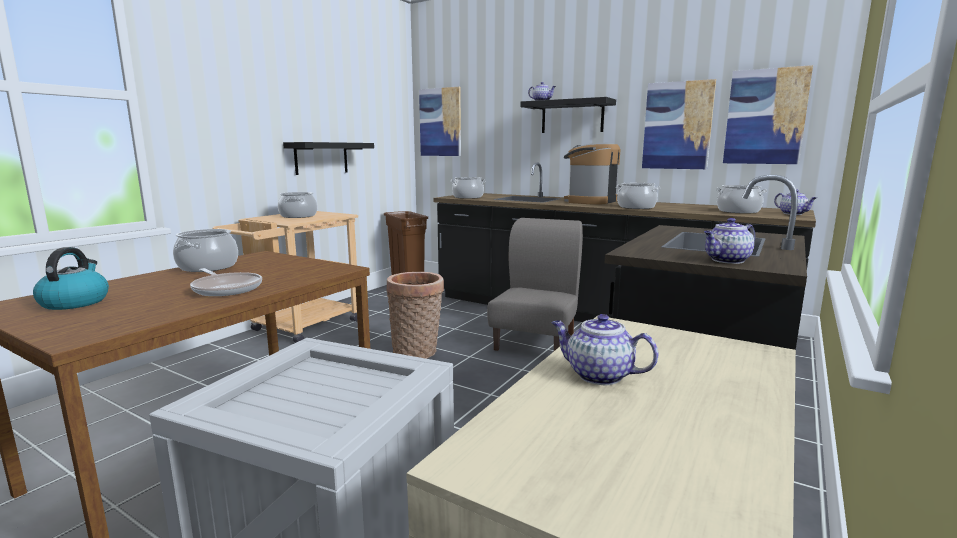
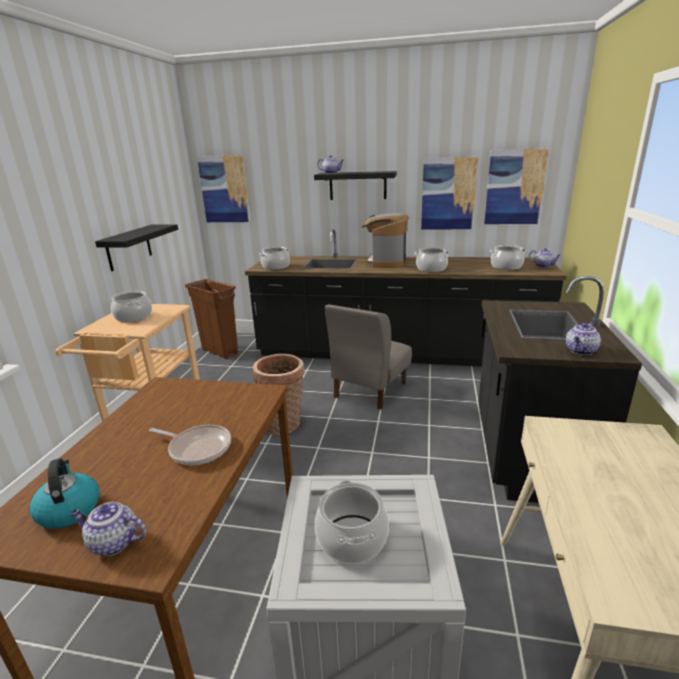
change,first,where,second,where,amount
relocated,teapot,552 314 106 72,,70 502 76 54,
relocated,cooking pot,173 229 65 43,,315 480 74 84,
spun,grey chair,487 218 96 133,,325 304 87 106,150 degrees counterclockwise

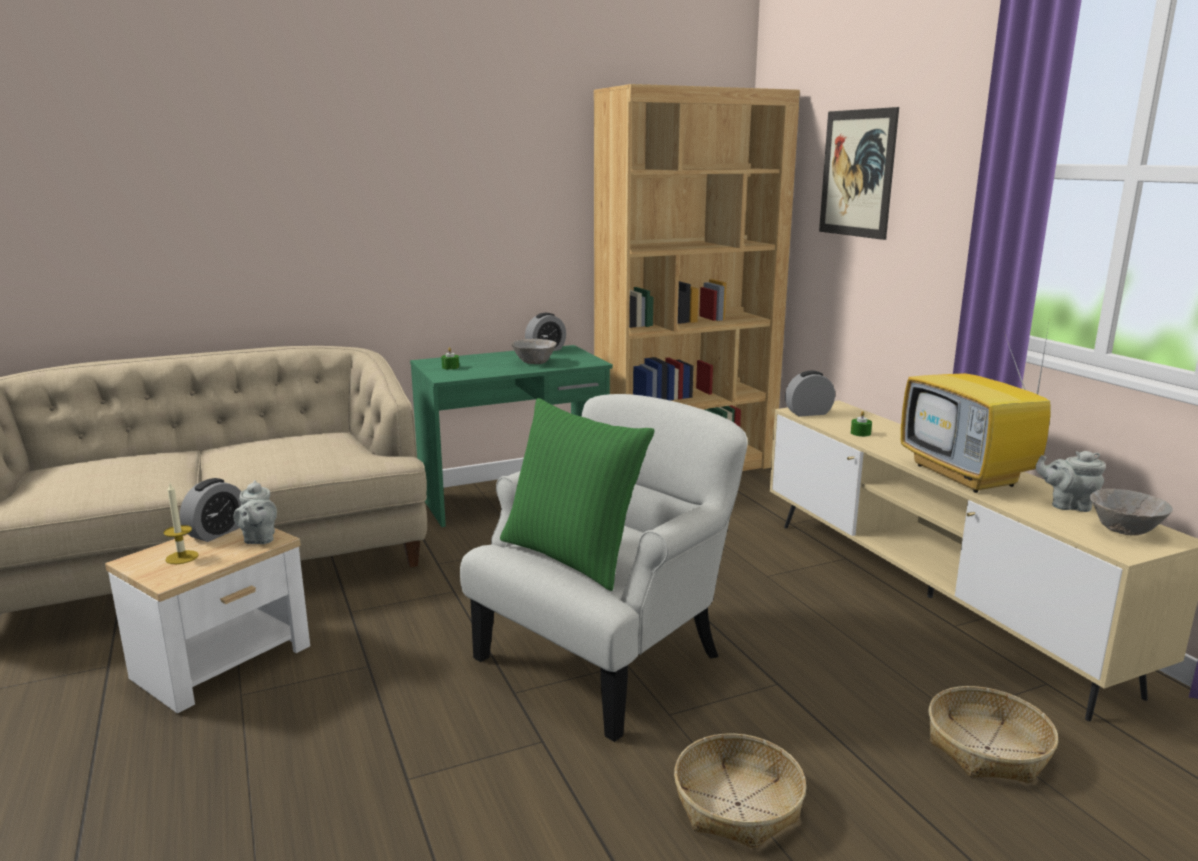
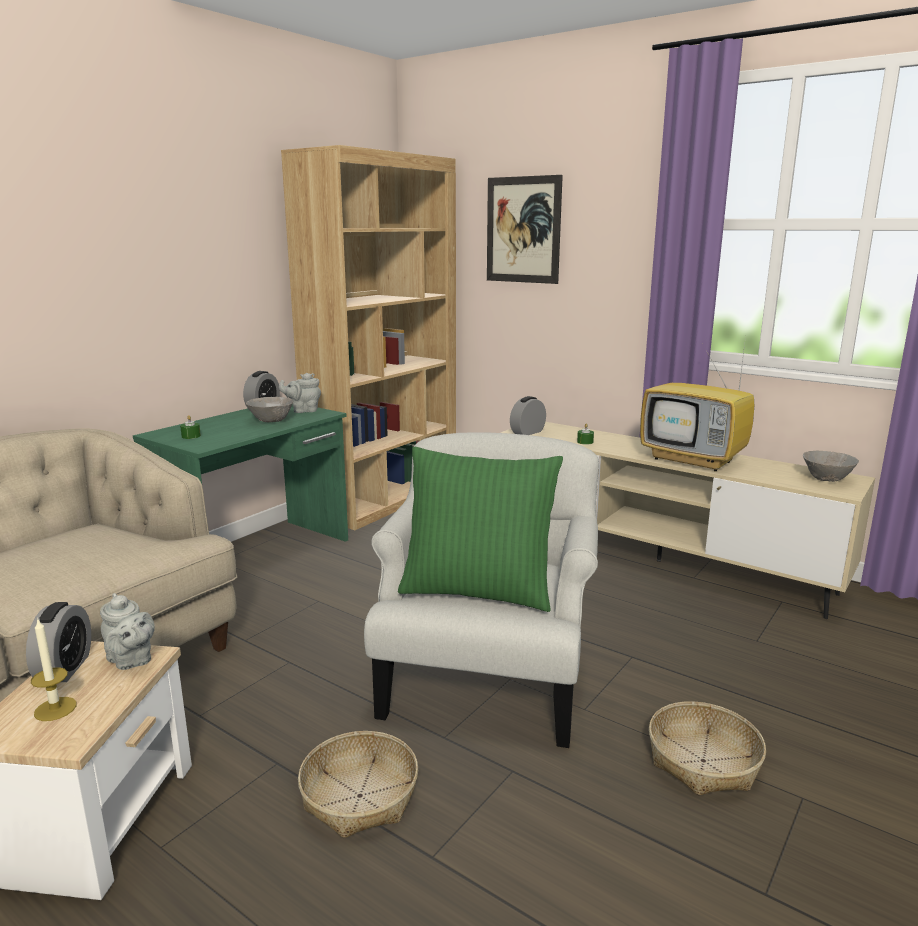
change,first,where,second,where,amount
relocated,grey teapot,1036 451 70 61,,279 373 42 40,
relocated,basket,928 686 130 97,,298 731 120 107,

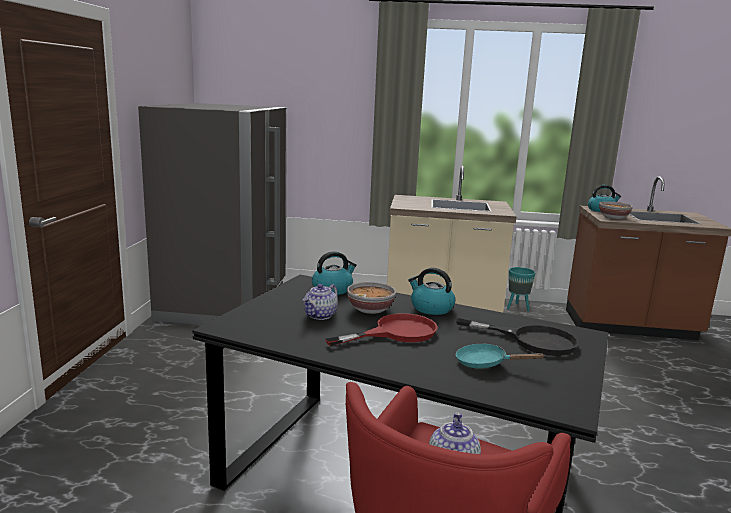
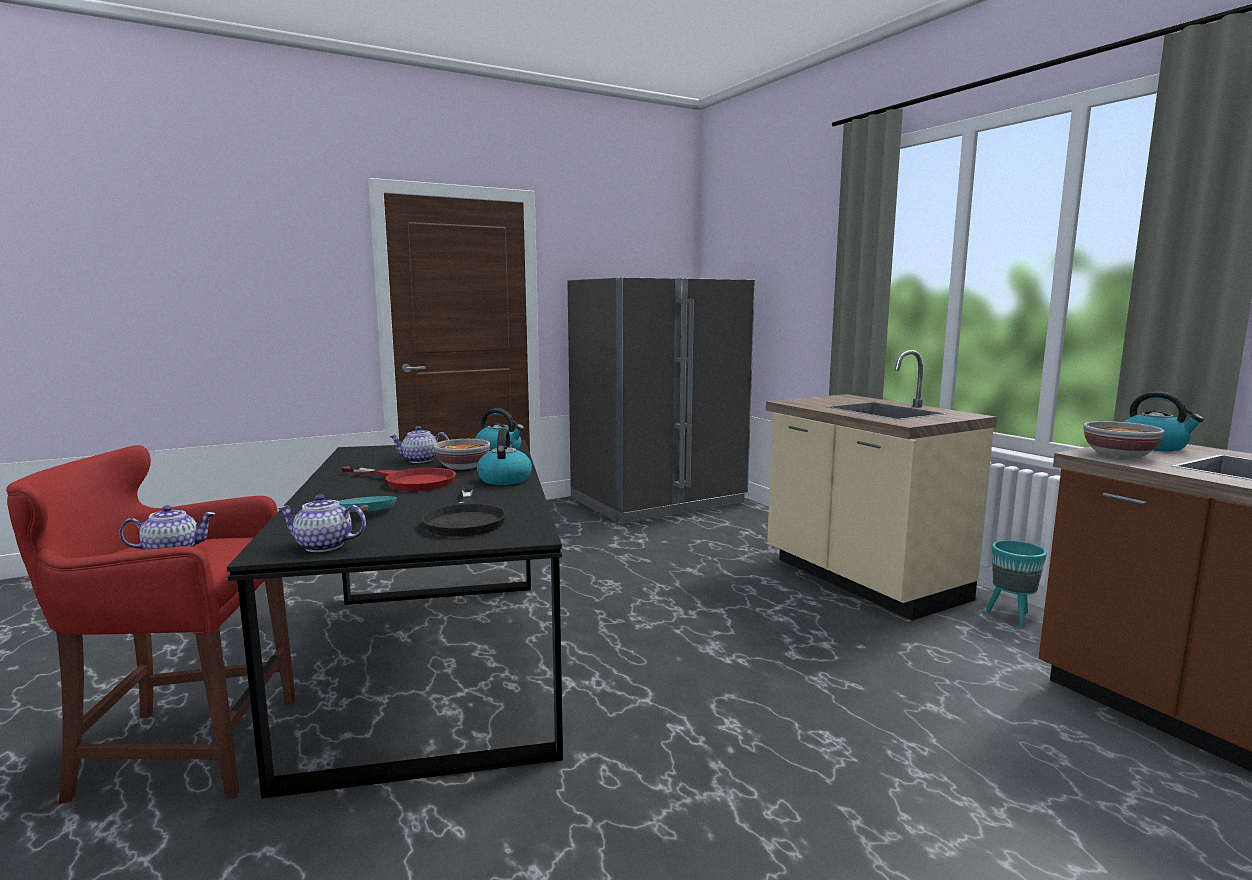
change,first,where,second,where,amount
appeared,,,teapot,278 494 88 58,

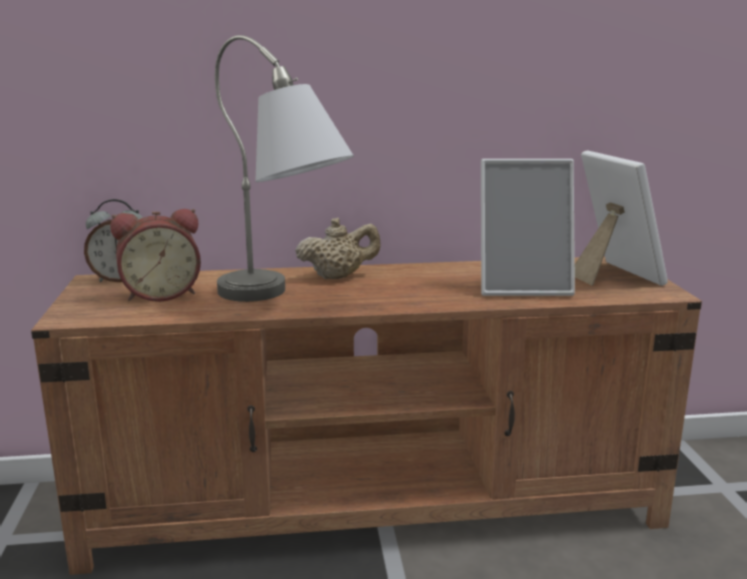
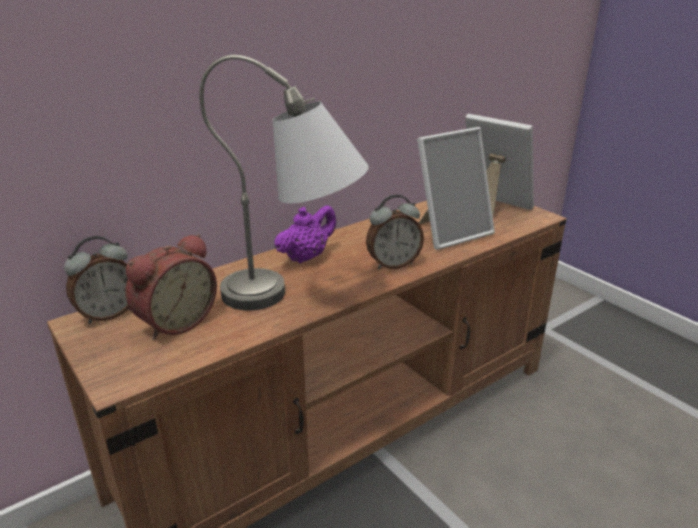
change,first,where,second,where,amount
colour,beige teapot,295 218 85 61,purple teapot,274 205 62 58,
appeared,,,alarm clock,366 195 58 74,

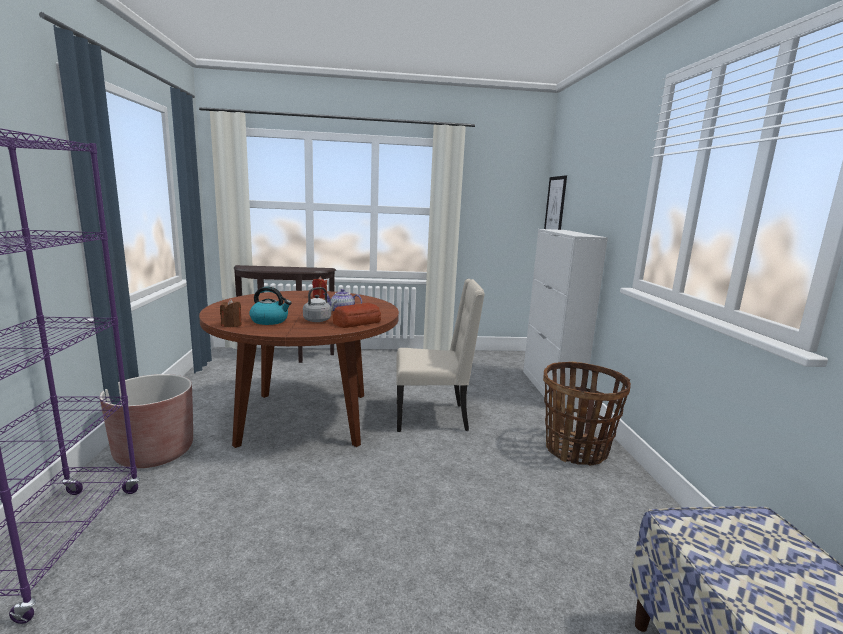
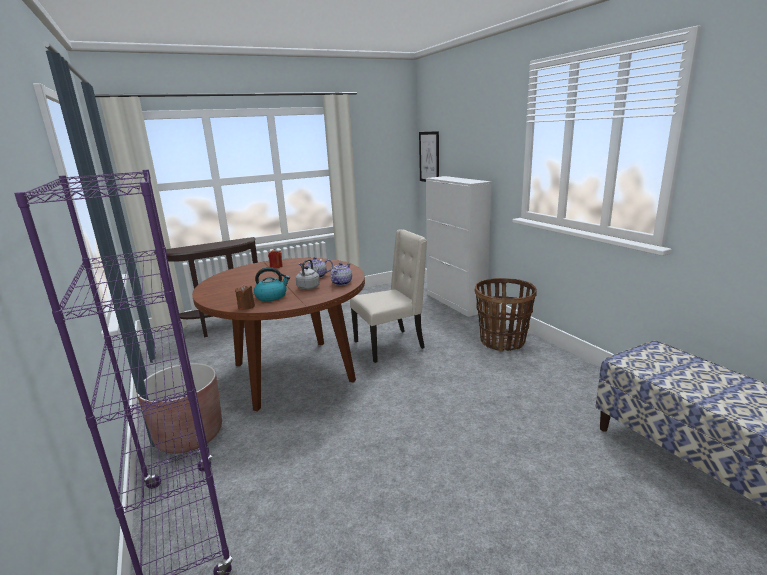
change,first,where,second,where,amount
exchanged,bread,333 303 48 25,teapot,330 263 22 22,

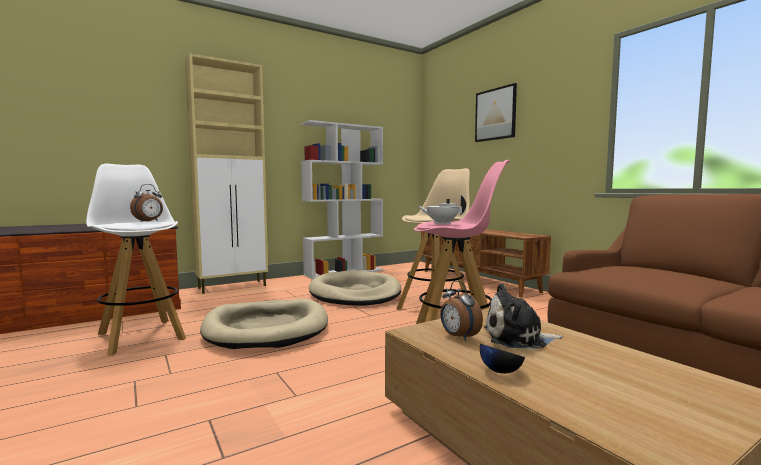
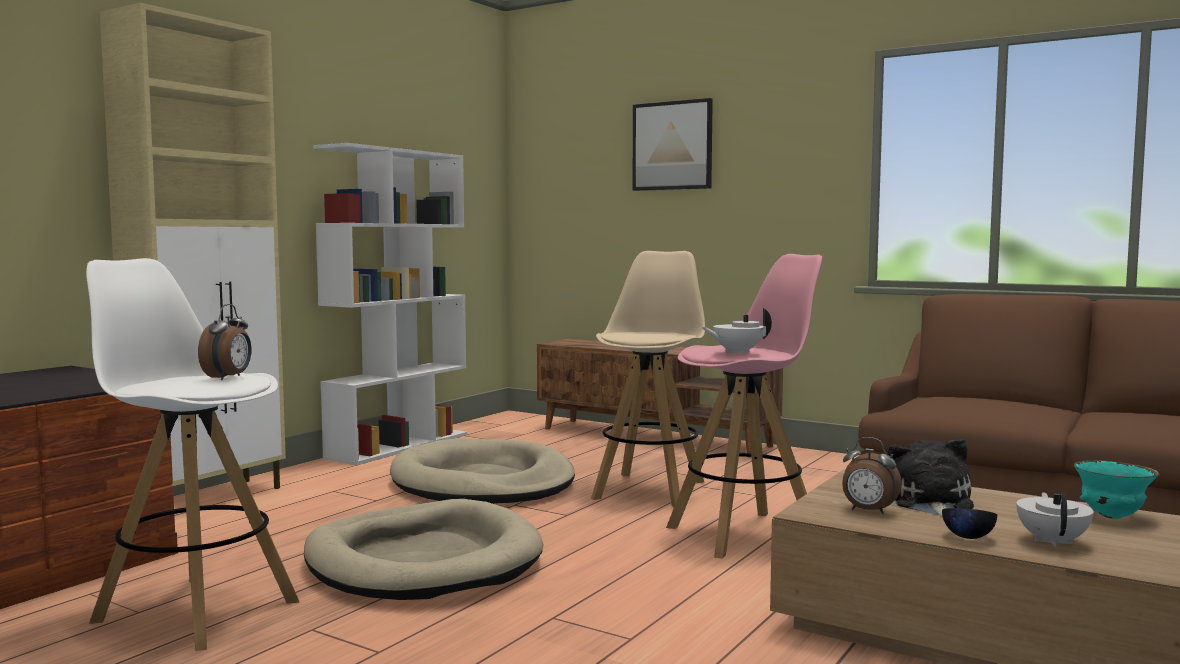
change,first,where,second,where,amount
spun,plush toy,484 283 79 65,,888 438 86 80,120 degrees clockwise
appeared,,,white teapot,1016 492 78 55,
appeared,,,turquoise bowl,1074 460 85 59,

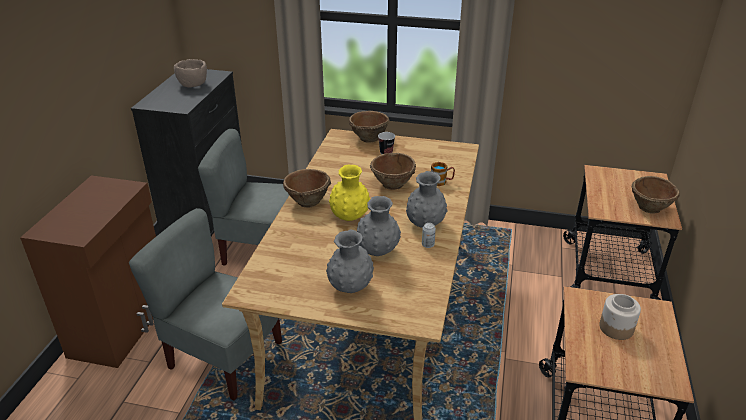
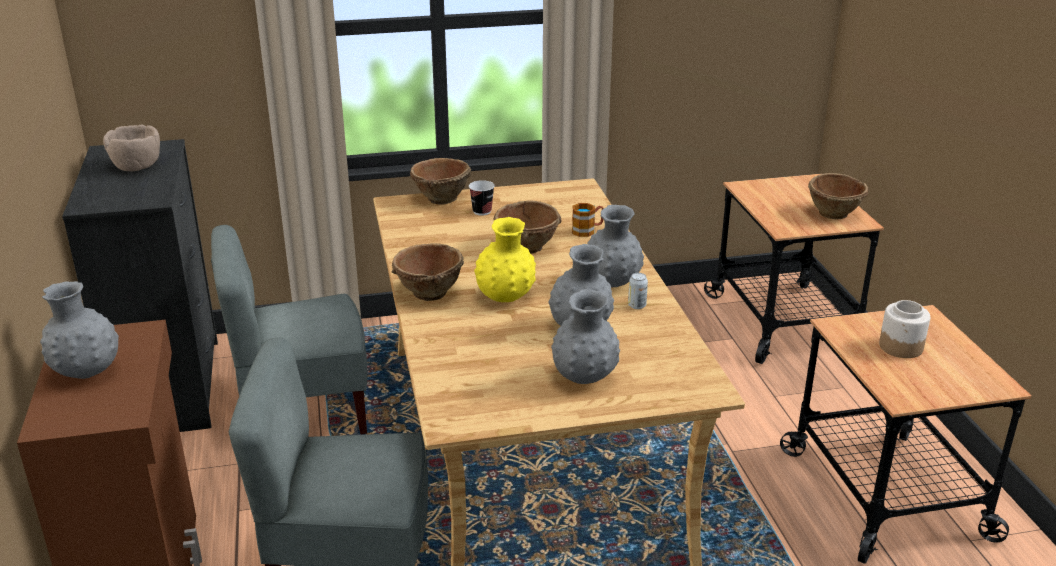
change,first,where,second,where,amount
appeared,,,grey vase,40 281 79 98,

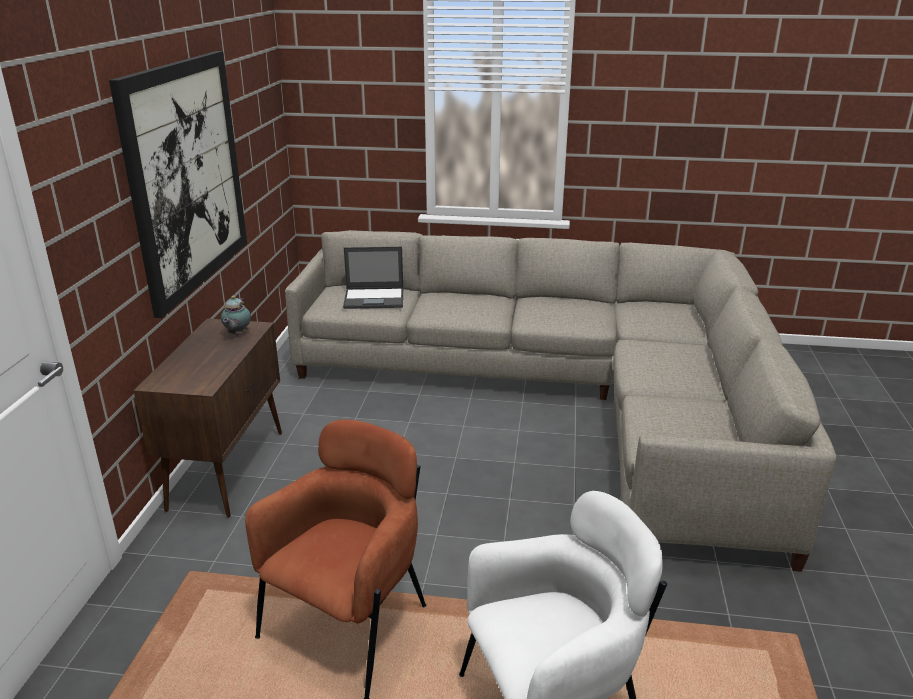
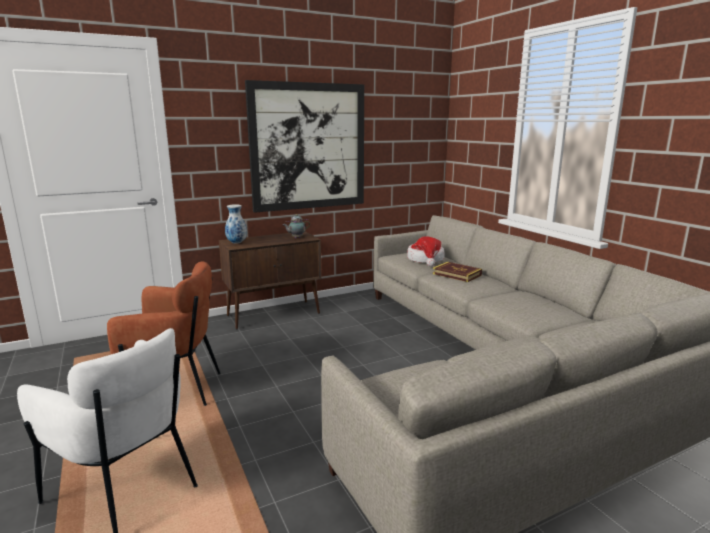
change,first,where,second,where,amount
appeared,,,vase,225 204 22 40,
exchanged,laptop,343 247 60 62,hat,407 236 38 31,
appeared,,,book,433 262 49 20,

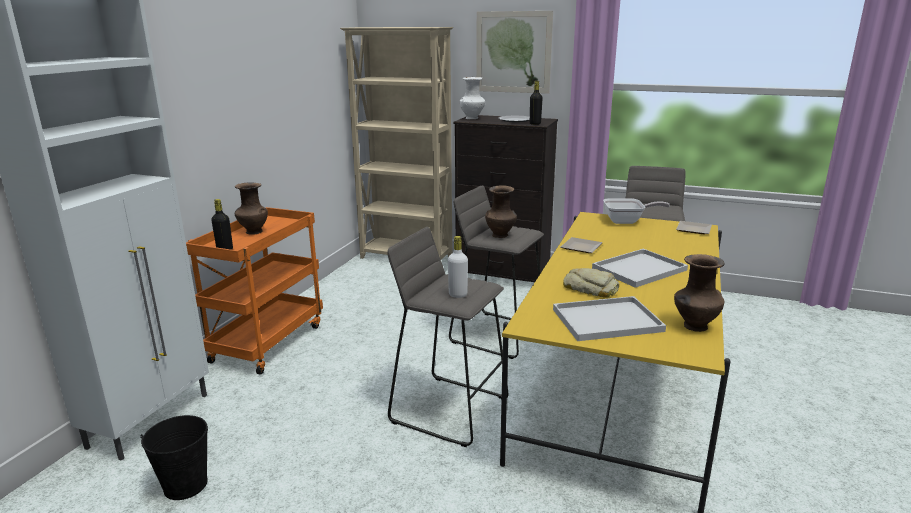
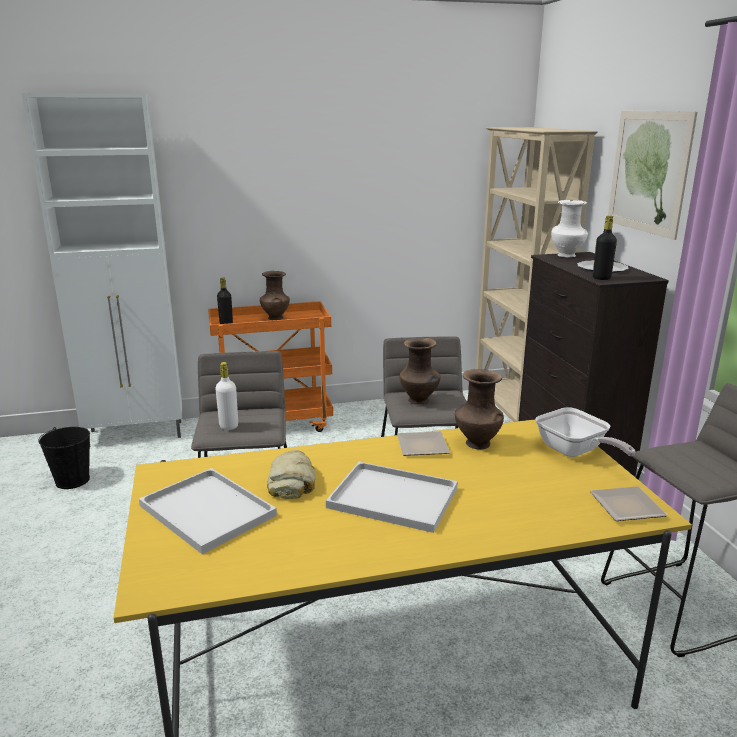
change,first,where,second,where,amount
relocated,brown vase,674 254 51 78,,455 369 49 80,

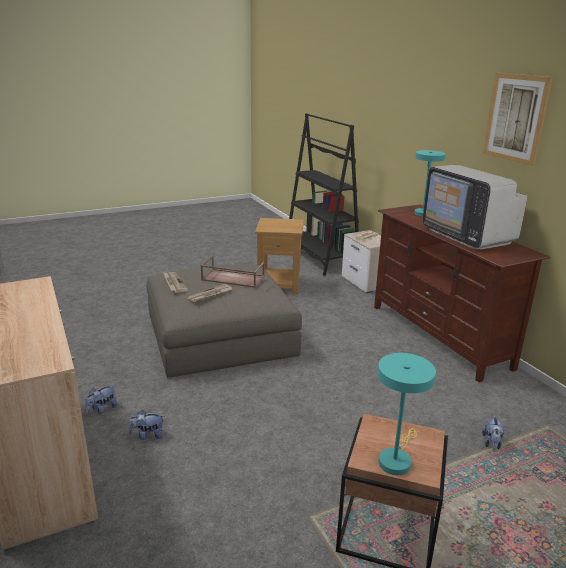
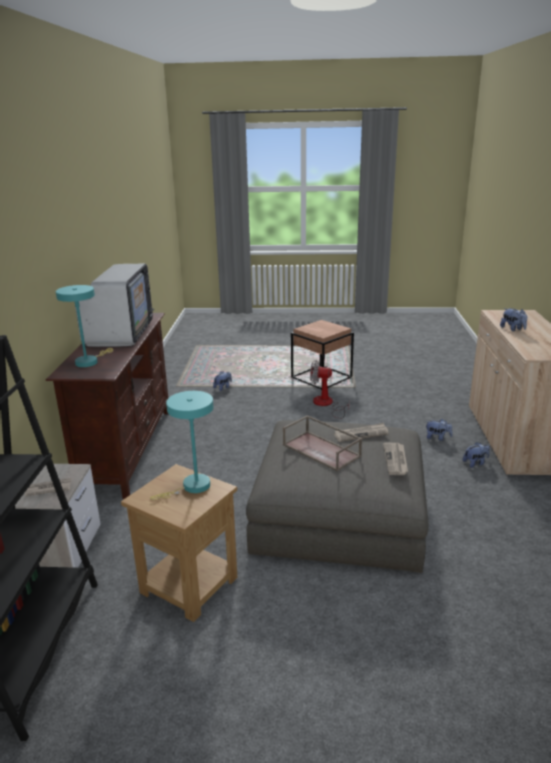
change,first,where,second,where,amount
relocated,turquoise table lamp,377 353 59 122,,150 391 64 109,
appeared,,,fan,310 360 40 59,
appeared,,,plush toy,500 308 27 23,
missing,picture,482 73 71 93,,,

